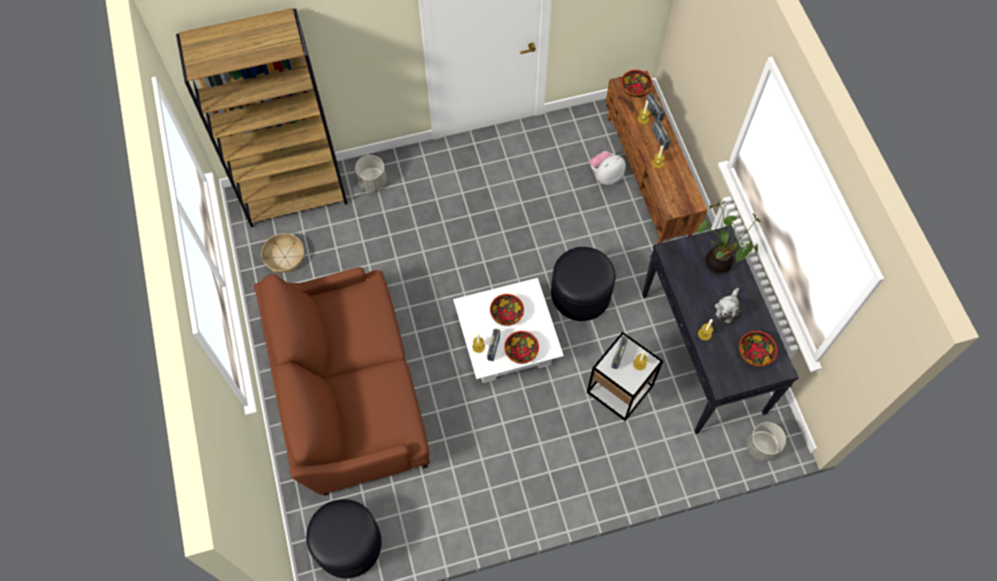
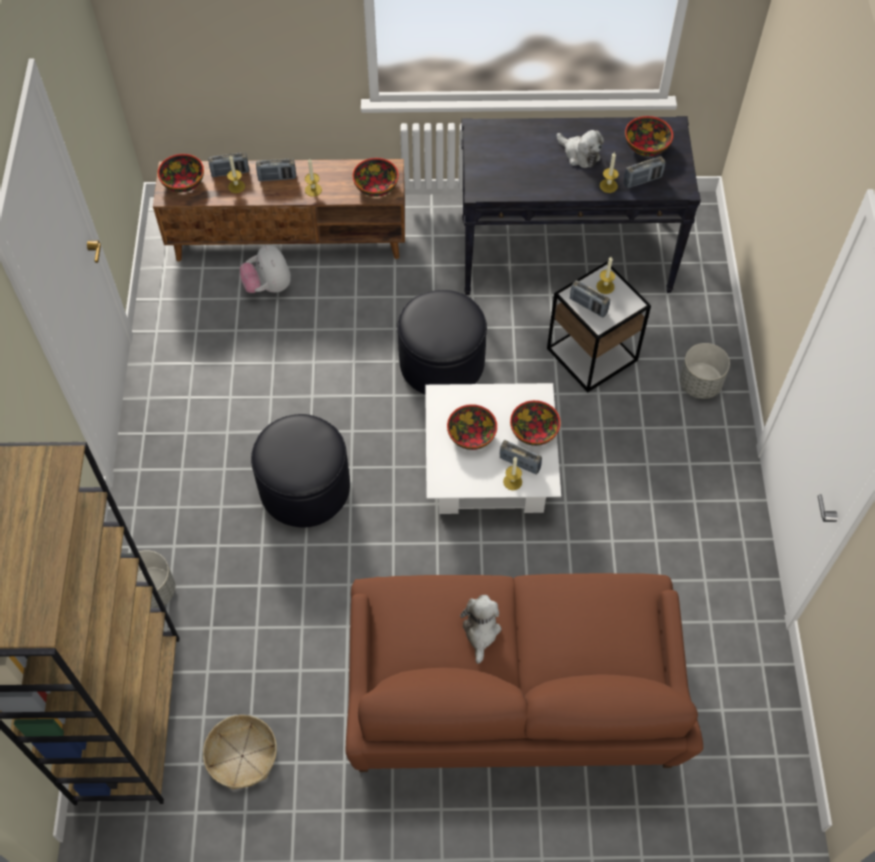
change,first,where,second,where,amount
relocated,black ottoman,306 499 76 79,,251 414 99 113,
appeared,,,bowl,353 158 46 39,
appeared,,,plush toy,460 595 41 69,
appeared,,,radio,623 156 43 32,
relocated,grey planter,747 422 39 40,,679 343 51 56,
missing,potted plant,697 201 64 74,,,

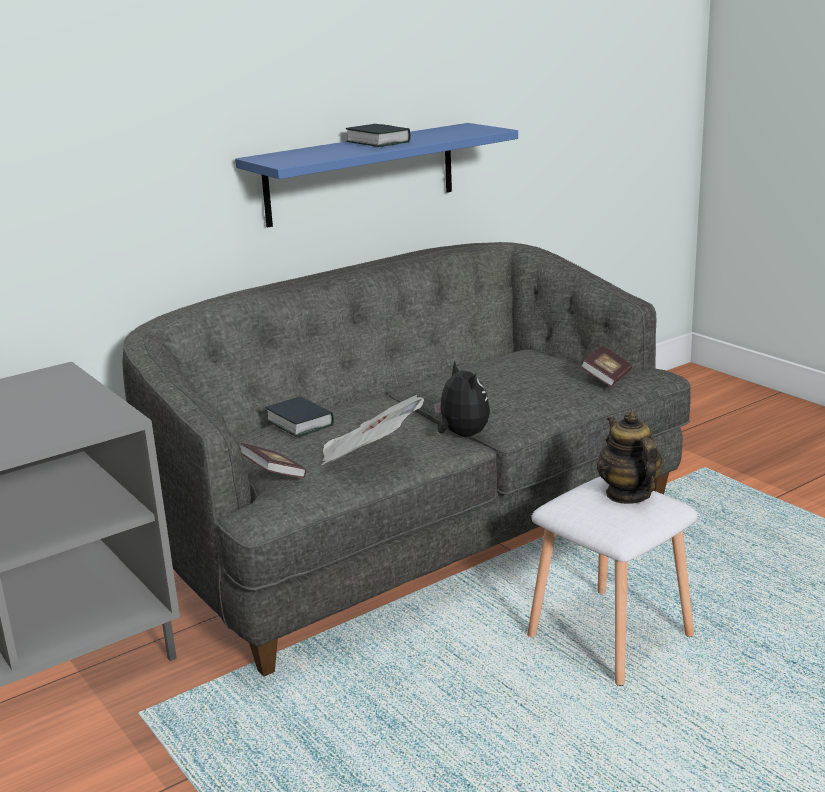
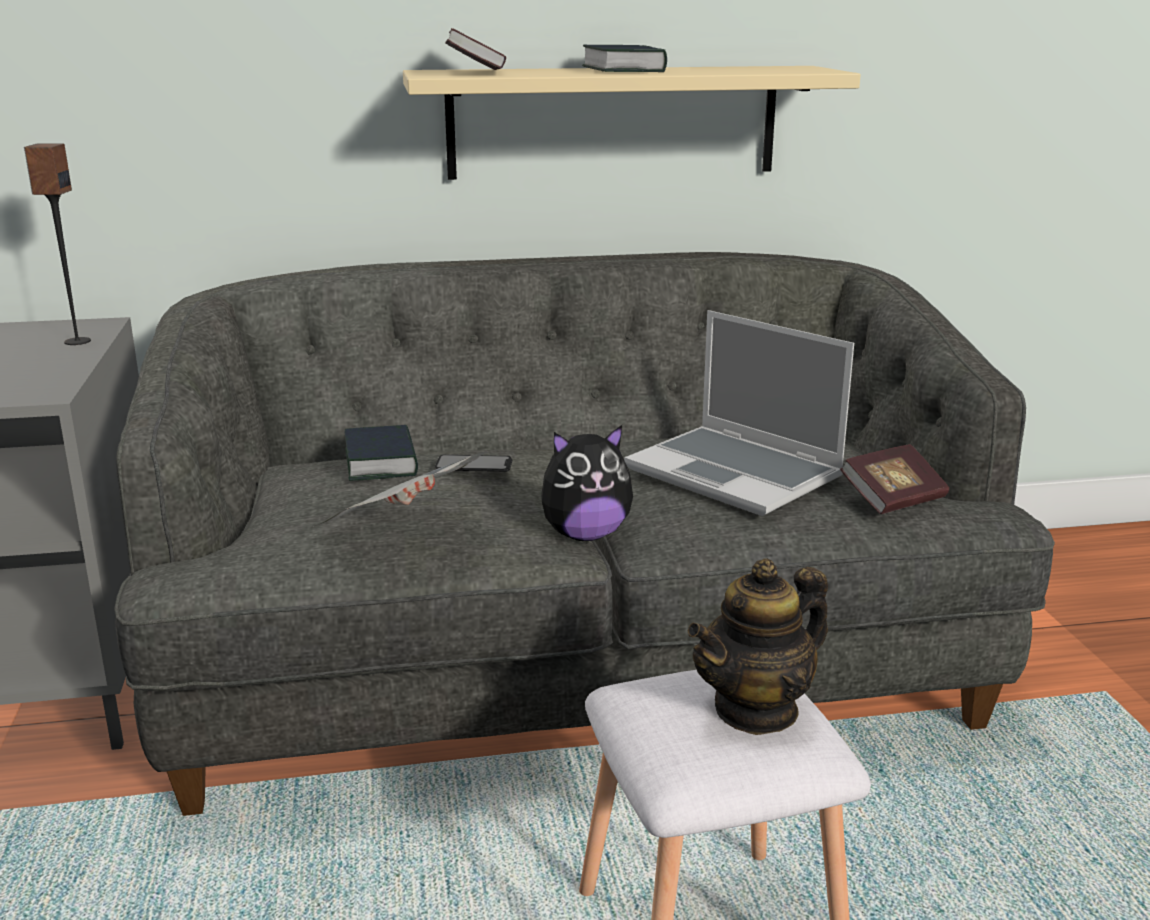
change,first,where,second,where,amount
appeared,,,speaker,24 143 67 202,
colour,blue shelf,235 123 283 105,beige shelf,403 66 458 114,
appeared,,,phone,435 455 77 17,
relocated,book,239 443 67 35,,445 28 61 42,
spun,plush toy,434 361 56 76,,541 425 92 116,75 degrees clockwise
appeared,,,laptop,624 310 230 206,
spun,teapot,597 411 65 93,,688 558 140 177,135 degrees counterclockwise

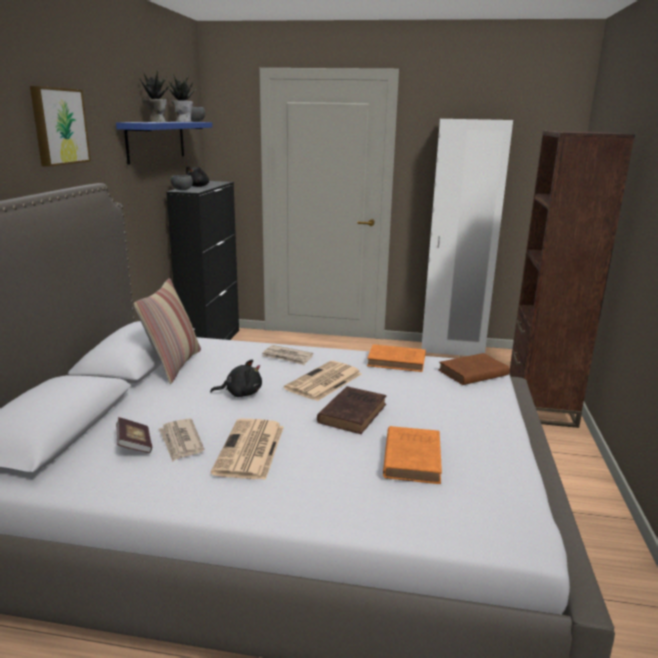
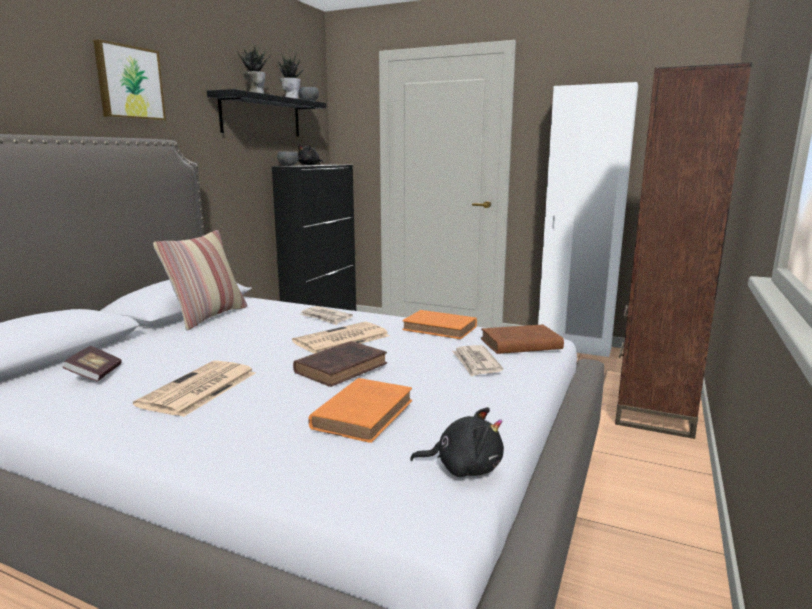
change,first,where,second,where,amount
colour,blue shelf,116 122 96 43,black shelf,207 89 119 48,
relocated,black plush toy,210 359 52 38,,410 407 94 70,
relocated,newspaper,159 419 45 43,,452 345 51 32,

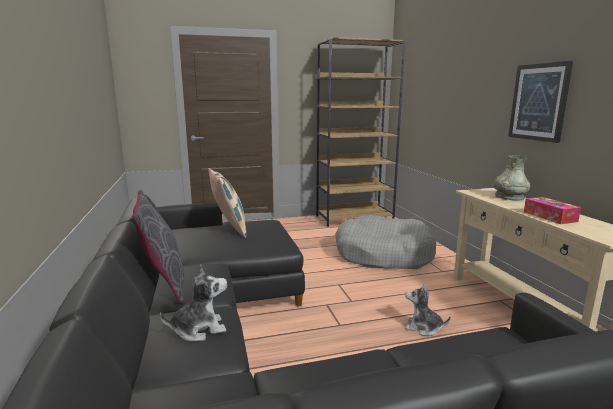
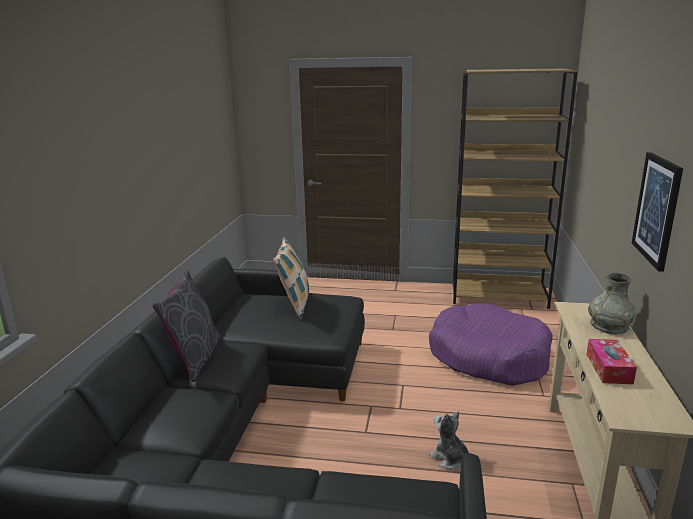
change,first,where,second,where,amount
colour,grey dog bed,335 215 101 54,purple dog bed,429 303 124 83,
missing,plush toy,159 264 68 78,,,

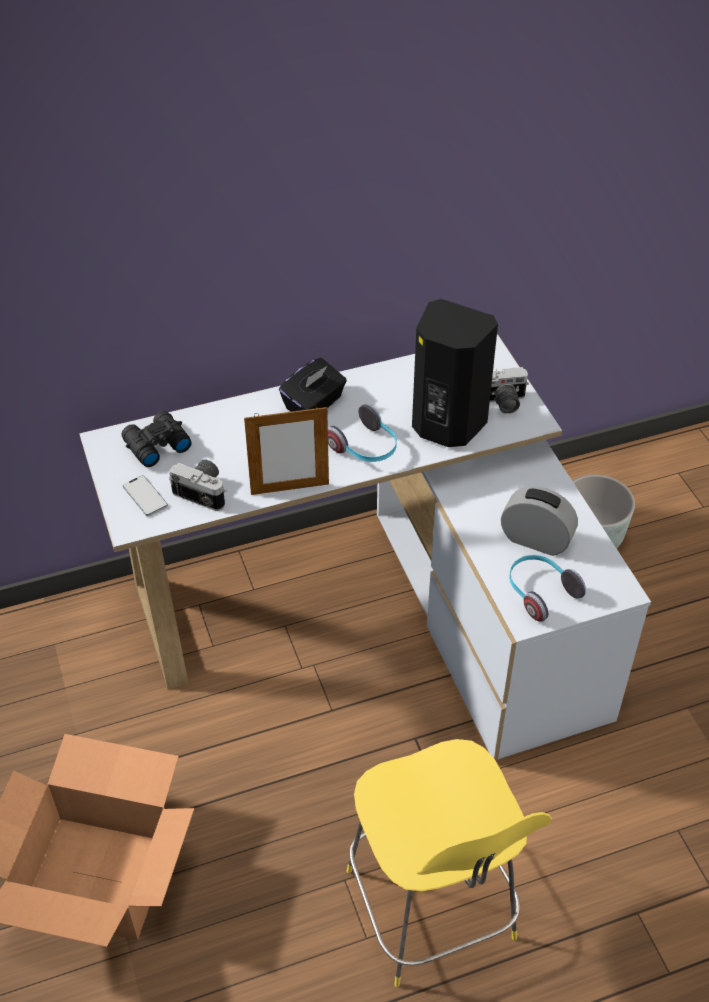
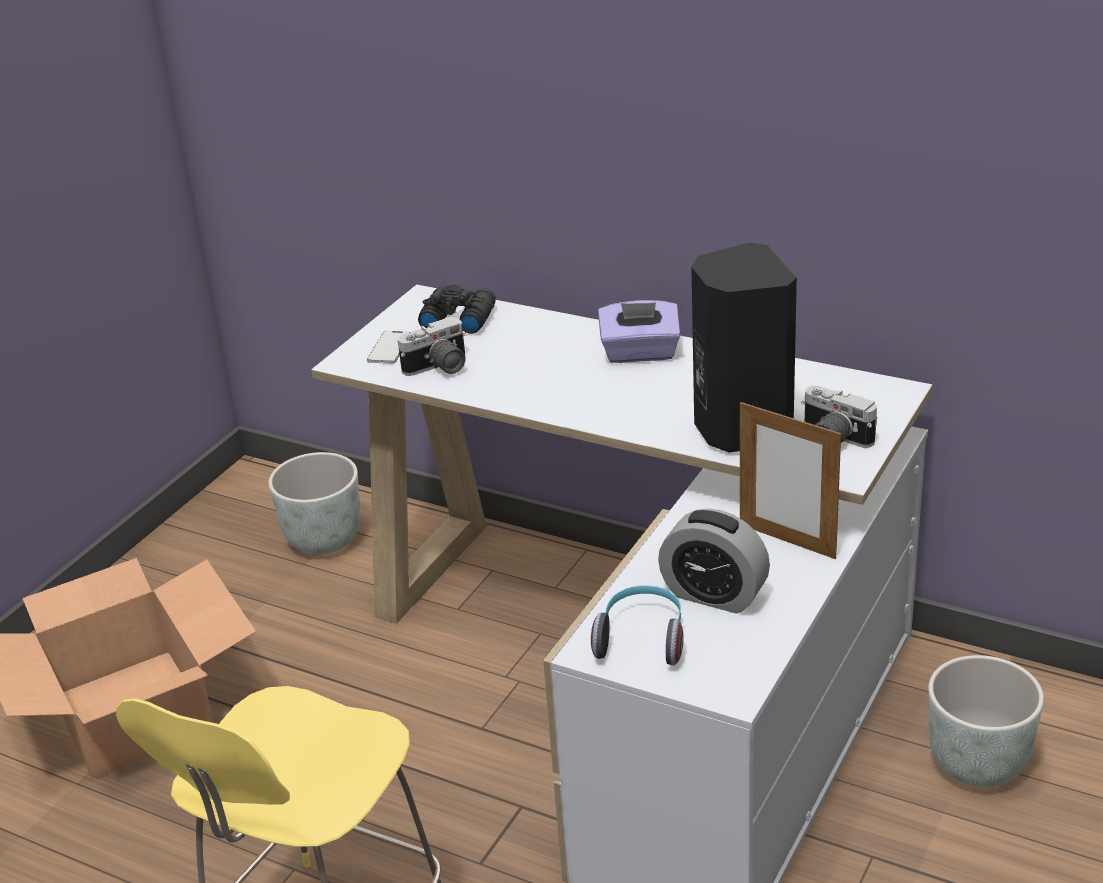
change,first,where,second,where,amount
appeared,,,grey planter,268 452 92 103,
spun,photo camera,169 460 58 51,,398 316 69 60,75 degrees clockwise
colour,black tissue box,279 358 68 54,purple tissue box,598 300 83 63,
spun,alarm clock,501 486 77 70,,658 508 112 106,135 degrees clockwise
relocated,picture frame,244 407 85 88,,740 402 101 157,
missing,headphones,328 404 69 58,,,

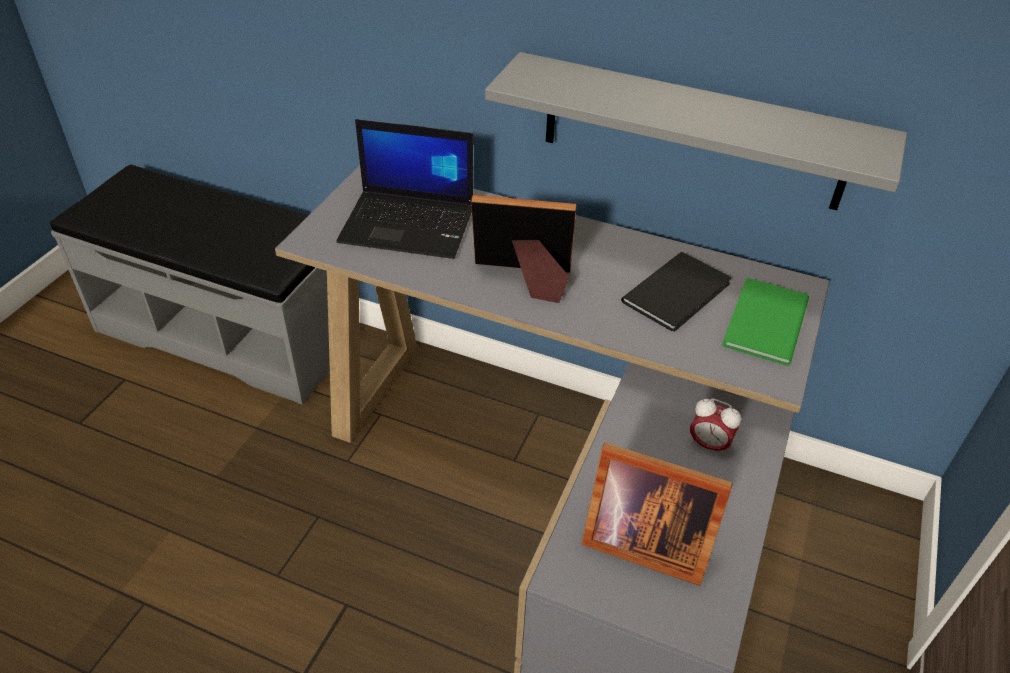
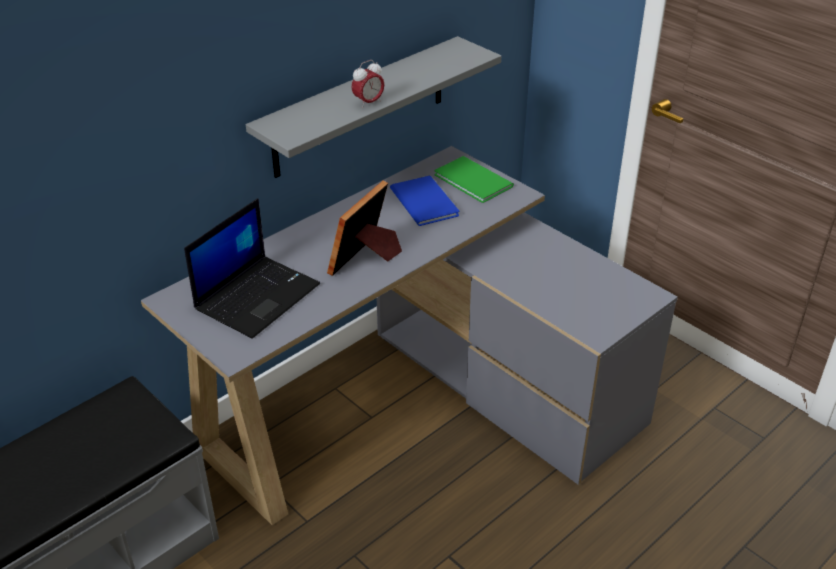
change,first,where,second,where,amount
relocated,alarm clock,690 398 51 58,,351 60 34 48,
colour,black book,621 252 110 80,blue book,390 176 69 50,
missing,picture frame,581 442 152 144,,,

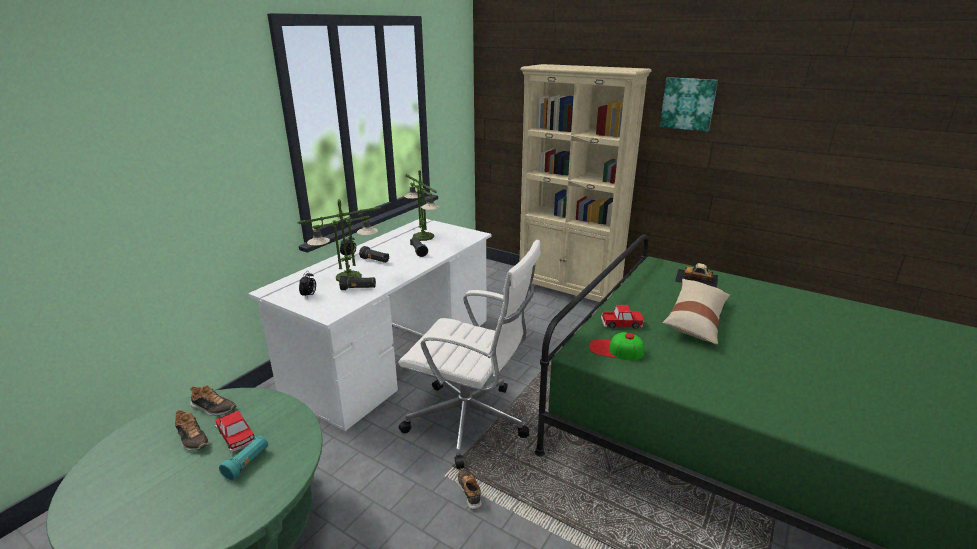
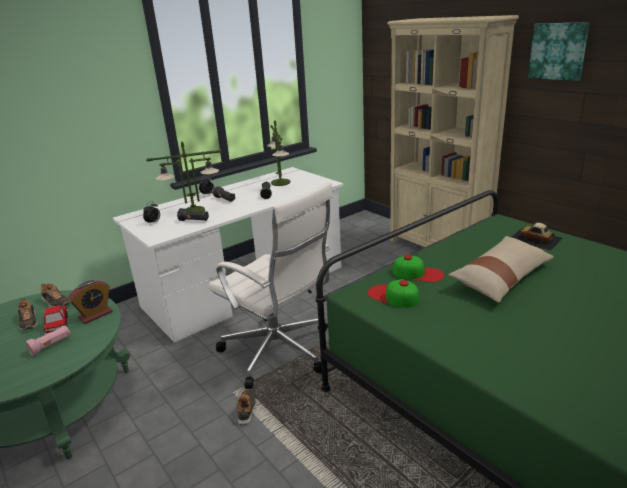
change,first,where,second,where,amount
colour,turquoise flashlight,219 436 49 45,pink flashlight,26 326 45 30,
appeared,,,alarm clock,68 280 45 44,
exchanged,toy car,601 305 43 24,cap,393 255 51 27,

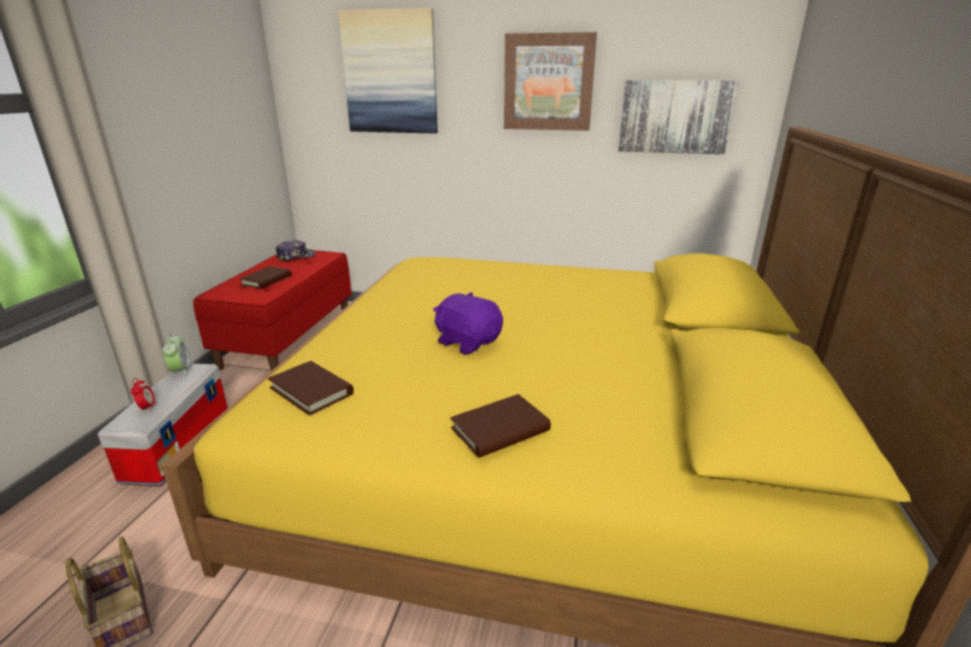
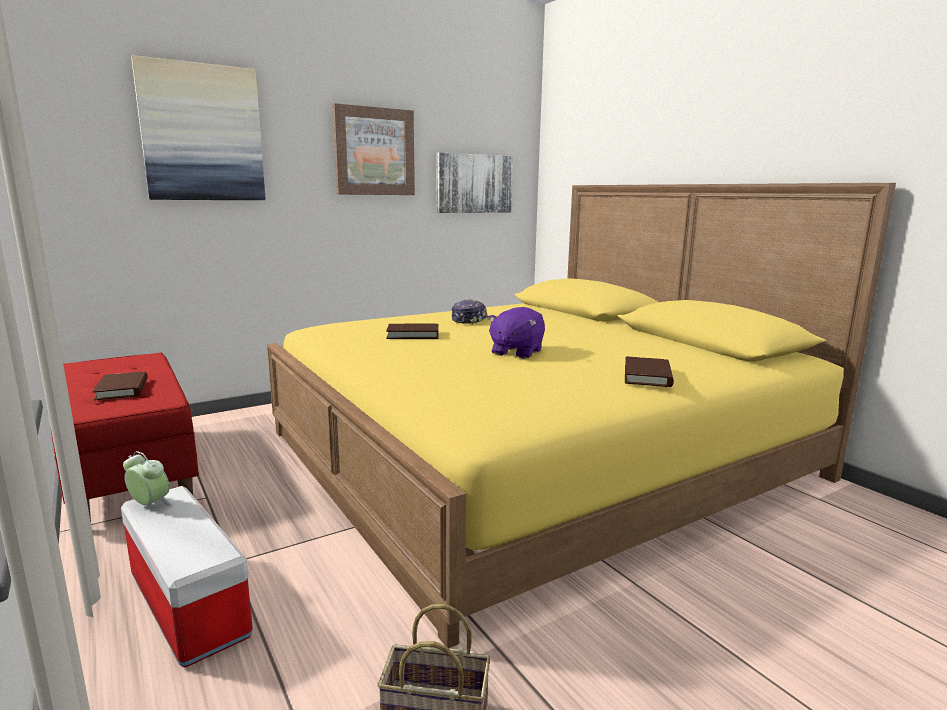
change,first,where,second,where,amount
relocated,brown book,268 361 86 55,,386 324 53 15,
relocated,cap,276 240 40 21,,451 299 37 26,
spun,purple plush toy,433 292 70 63,,487 307 58 52,60 degrees counterclockwise
missing,alarm clock,131 378 25 32,,,

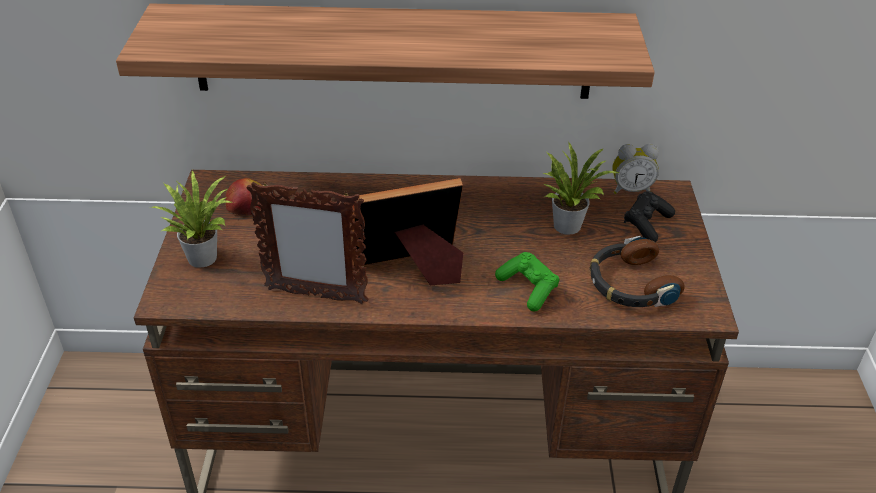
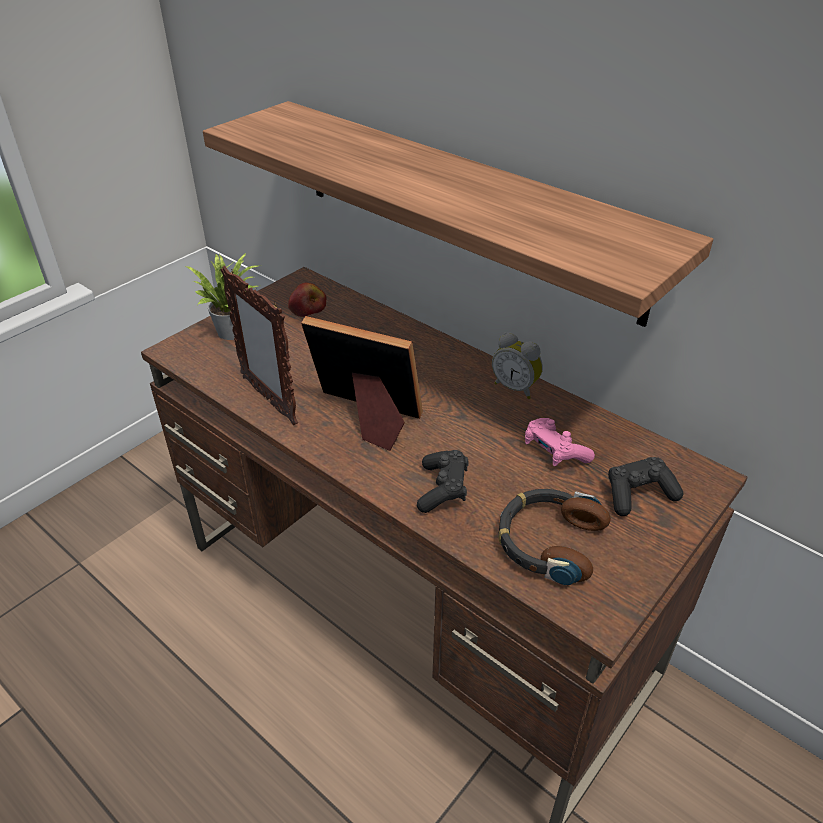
change,first,where,second,where,amount
colour,green game controller,495 252 64 59,black game controller,417 450 52 63,
relocated,alarm clock,612 144 47 50,,492 333 51 66,
exchanged,potted plant,542 142 77 92,pink game controller,525 418 70 48,

